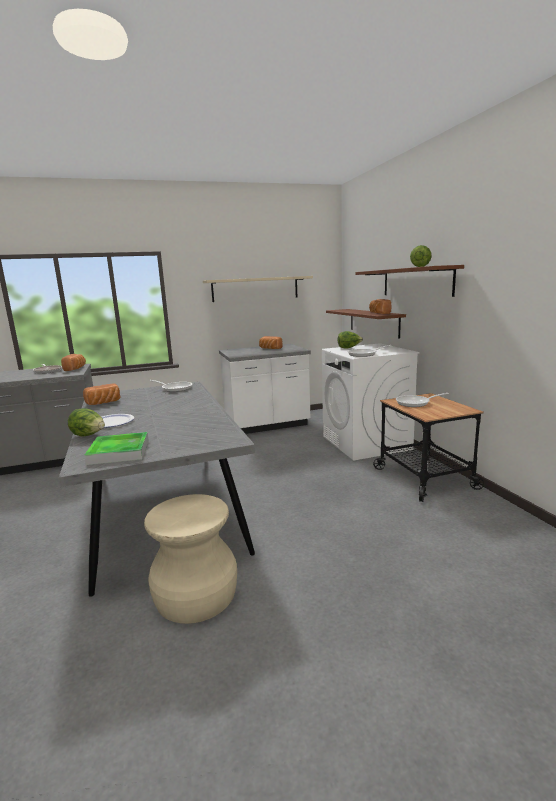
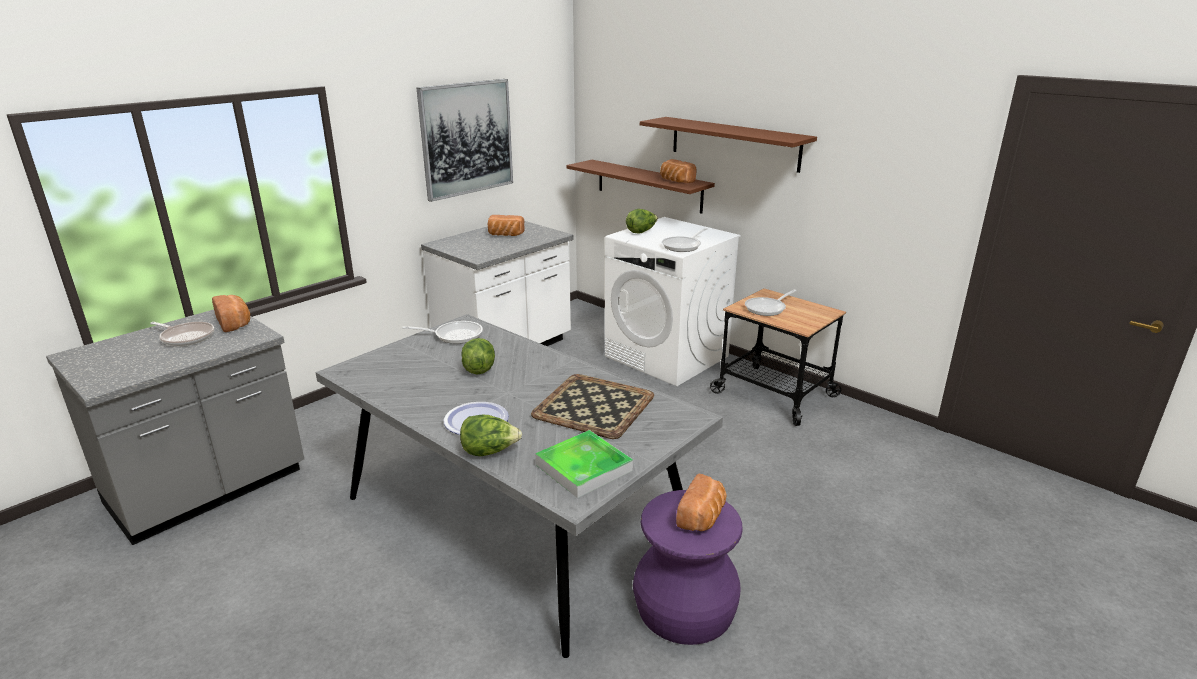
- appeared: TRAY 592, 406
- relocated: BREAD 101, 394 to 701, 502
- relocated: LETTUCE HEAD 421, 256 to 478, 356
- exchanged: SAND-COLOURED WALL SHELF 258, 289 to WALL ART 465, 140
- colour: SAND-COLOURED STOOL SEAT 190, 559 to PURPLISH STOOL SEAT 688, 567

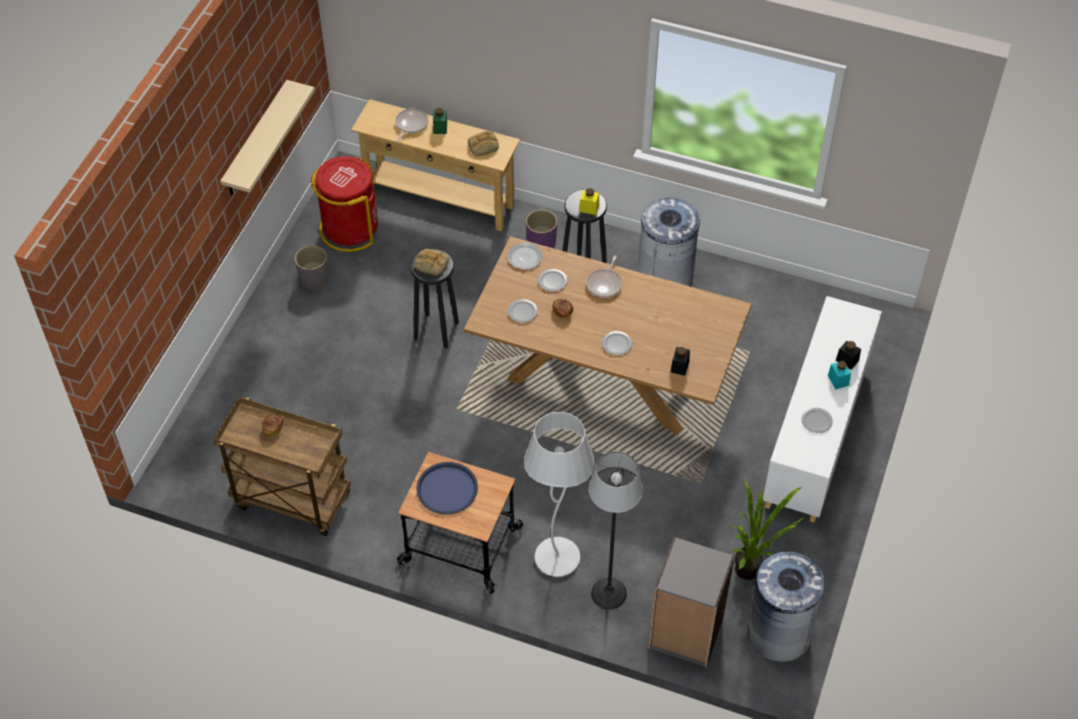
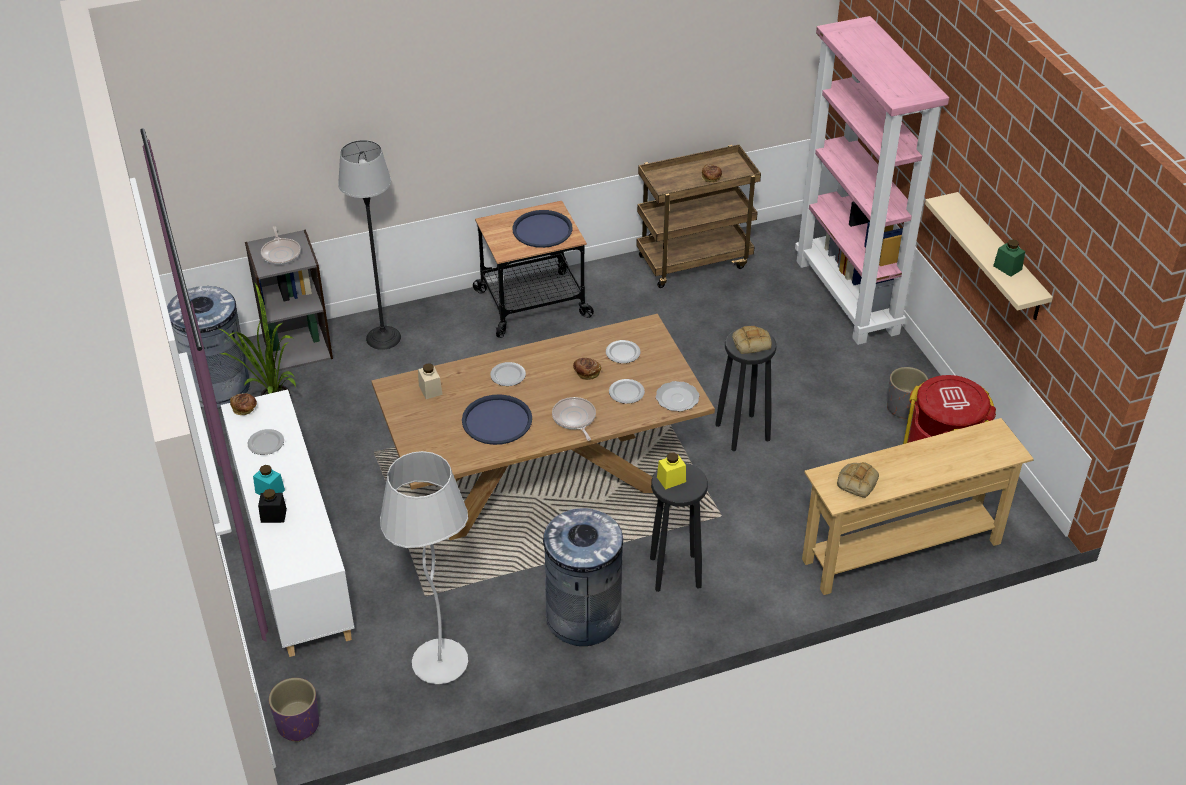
- appeared: BREAD 243, 404
- appeared: BLUE-COLOURED TRAY 497, 419
- appeared: PINK-COLOURED BOOKCASE 872, 180
- relocated: FRYING PAN 411, 125 to 281, 245
- relocated: GREEN-COLOURED STORAGE JAR 440, 121 to 1009, 258
- relocated: WHITISH STANDING LAMP 559, 494 to 424, 567
- relocated: PURPLISH PLANT POT 541, 228 to 294, 710
- colour: BLACKISH STORAGE JAR 680, 361 to SAND-COLOURED STORAGE JAR 430, 381

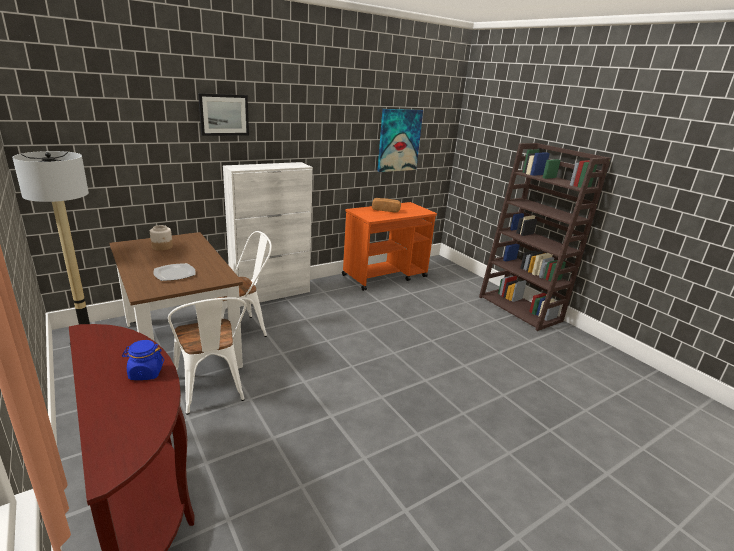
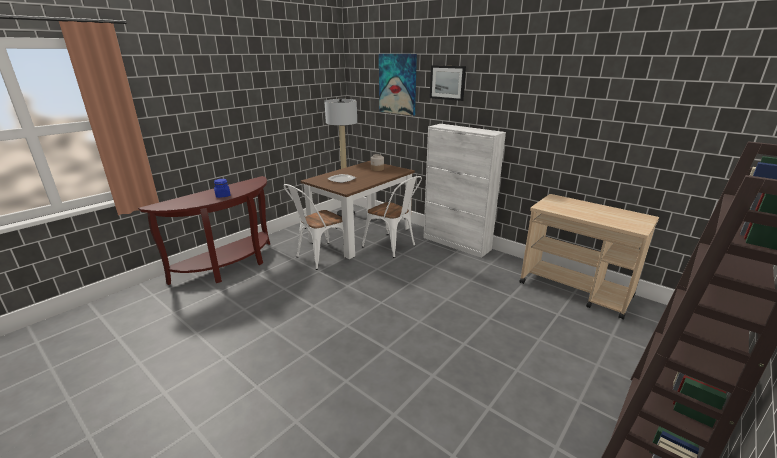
- missing: BREAD 386, 205
- relocated: WALL ART 400, 140 to 398, 85
- colour: ORANGE-COLOURED CART 389, 246 to SAND-COLOURED CART 589, 257

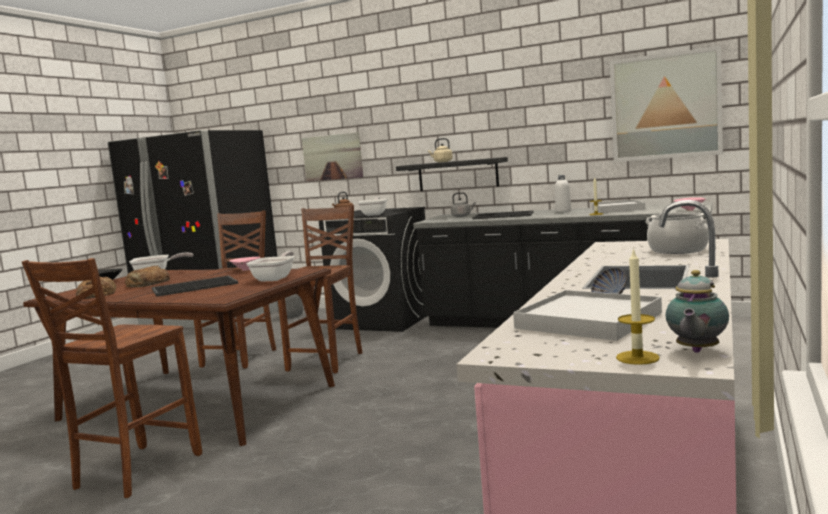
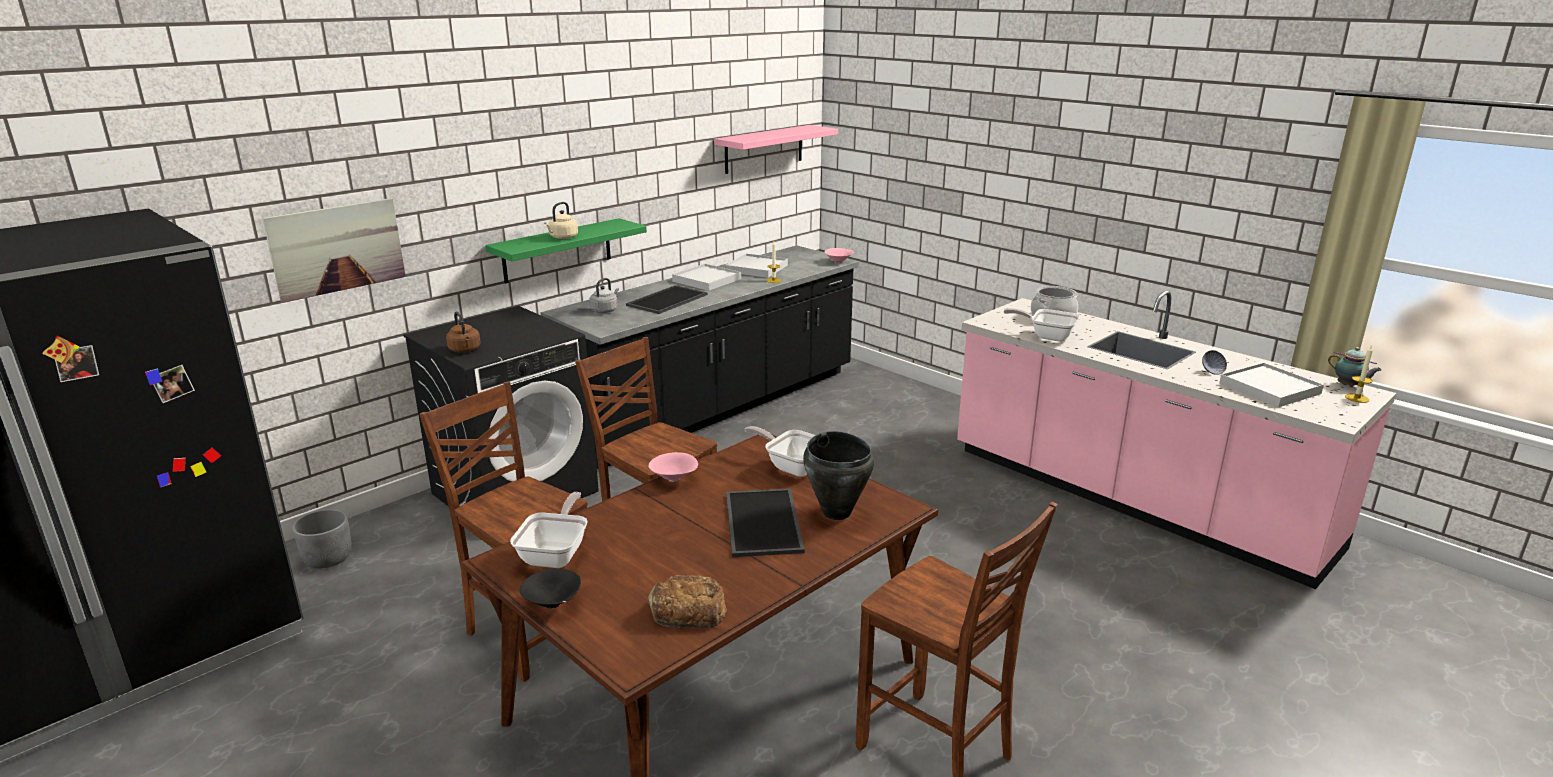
- missing: BREAD 147, 276
- appeared: BLACKISH COOKING POT 838, 475
- relocated: FRYING PAN 372, 206 to 1042, 324
- exchanged: WHITISH DRINK BOTTLE 563, 193 to WHITISH TRAY 706, 277
- exchanged: WALL ART 666, 104 to PINK-COLOURED WALL SHELF 776, 149
- colour: BLACKISH WALL SHELF 452, 174 to GREEN-COLOURED WALL SHELF 566, 250

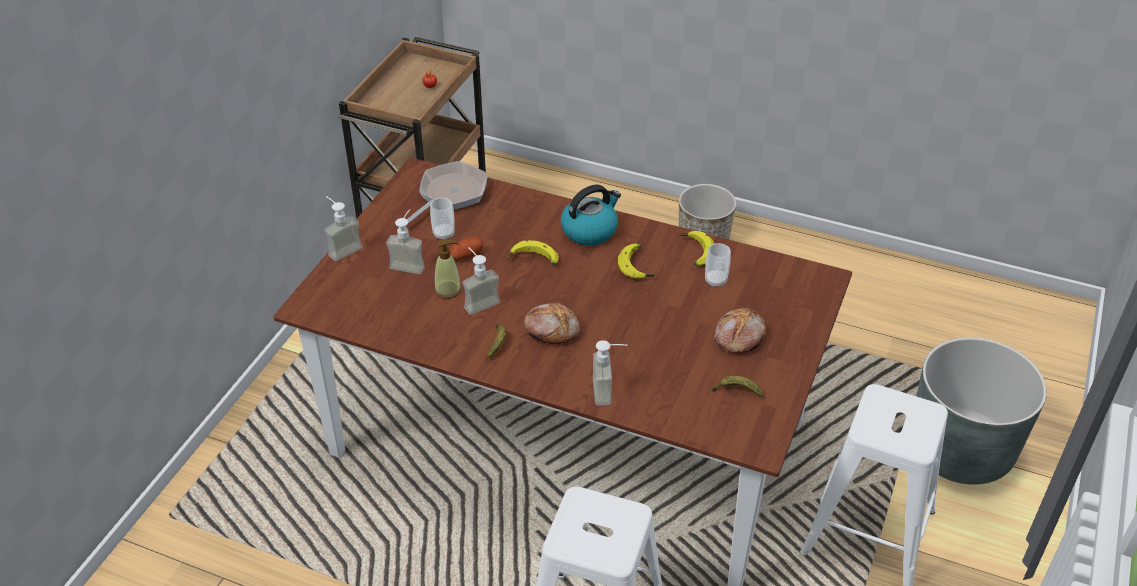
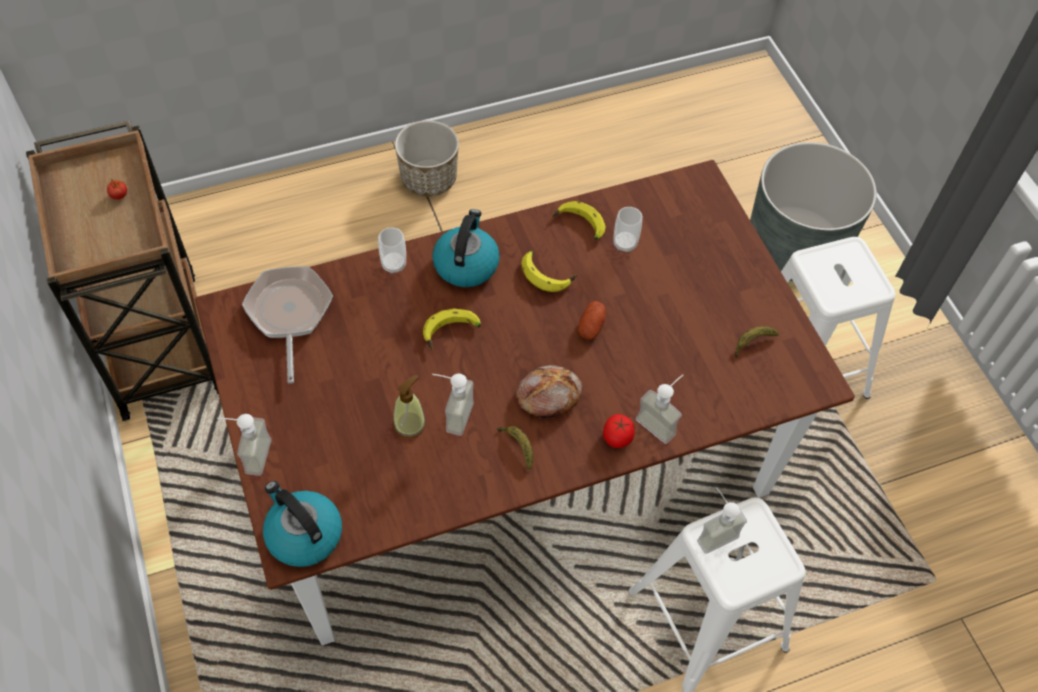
- missing: BREAD 740, 329
- appeared: TEA KETTLE 302, 524
- appeared: FRESH TOMATO 619, 431
- relocated: SOAP DISPENSER 405, 241 to 722, 520
- relocated: DRINKING CUP 442, 219 to 392, 250
- relocated: WHOLE POTATO 466, 248 to 592, 320

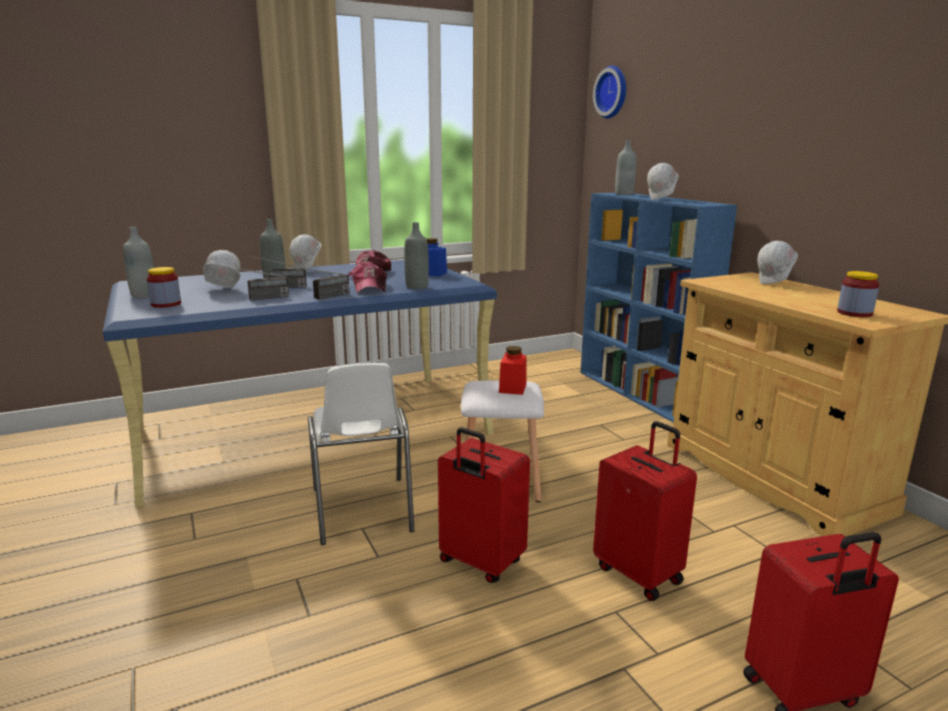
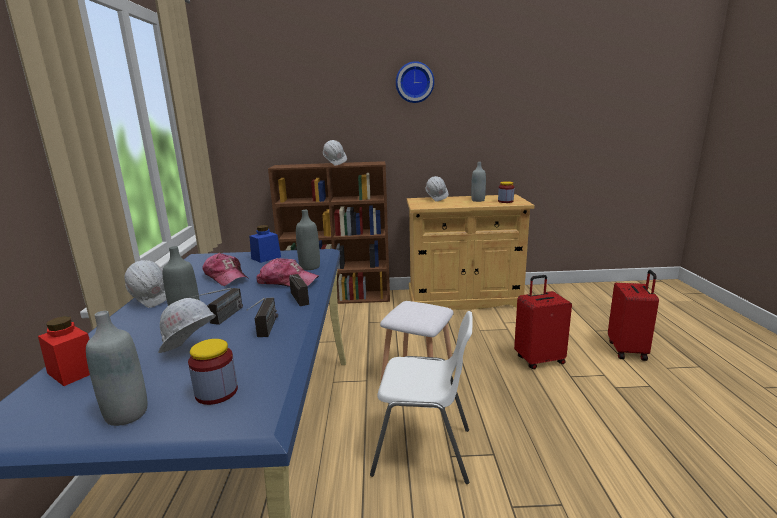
- missing: RED-COLOURED TRAVEL CASE 484, 505
- relocated: RED-COLOURED STORAGE JAR 513, 370 to 64, 351
- relocated: WALL CLOCK 609, 92 to 415, 82
- relocated: GREY DRINK BOTTLE 625, 167 to 478, 182
- colour: BLUE-COLOURED BOOKCASE 658, 307 to BROWN-COLOURED BOOKCASE 329, 232

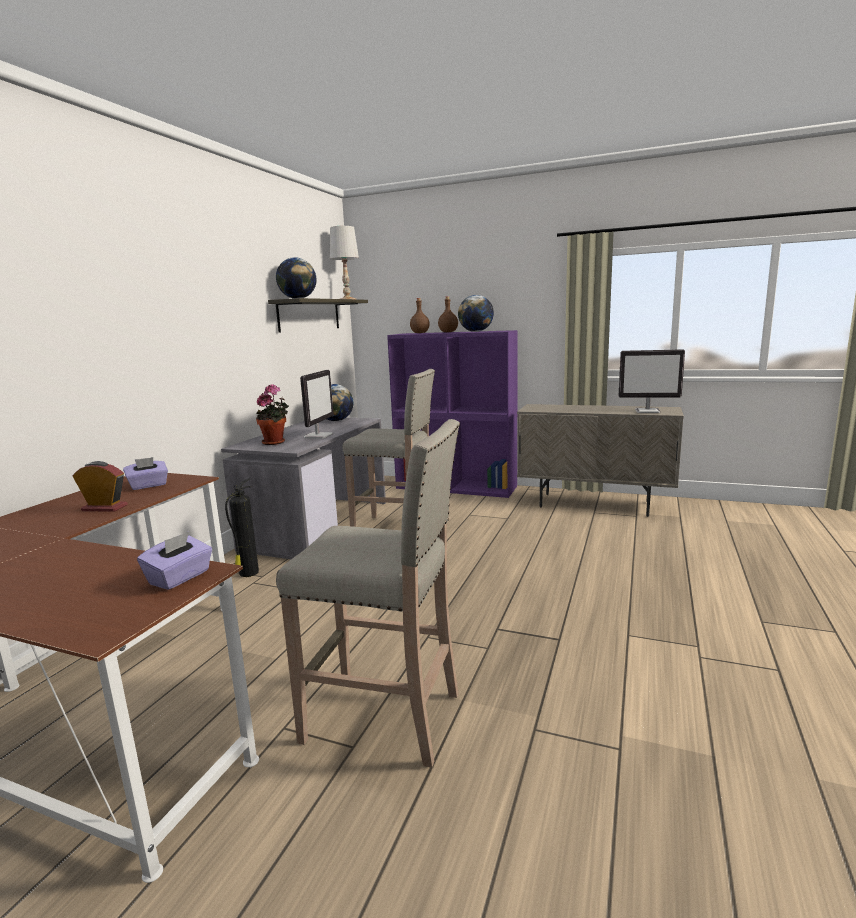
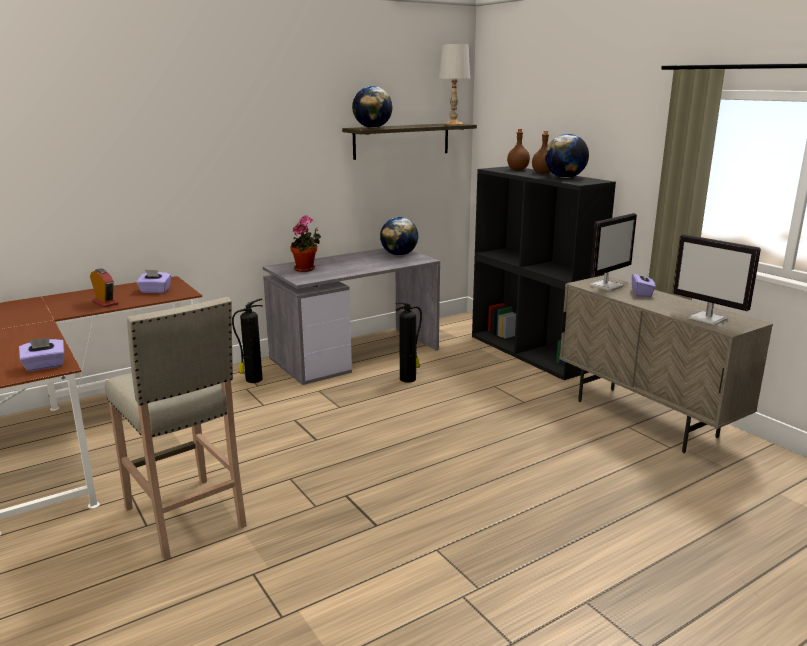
- appeared: PURPLISH TISSUE BOX 644, 283
- relocated: COMPUTER DISPLAY 317, 404 to 613, 252
- exchanged: SAND-COLOURED STOOL SEAT 389, 448 to EXTINGUISHER 408, 343
- colour: PURPLISH BOOKCASE 452, 414 to BLACKISH BOOKCASE 544, 273

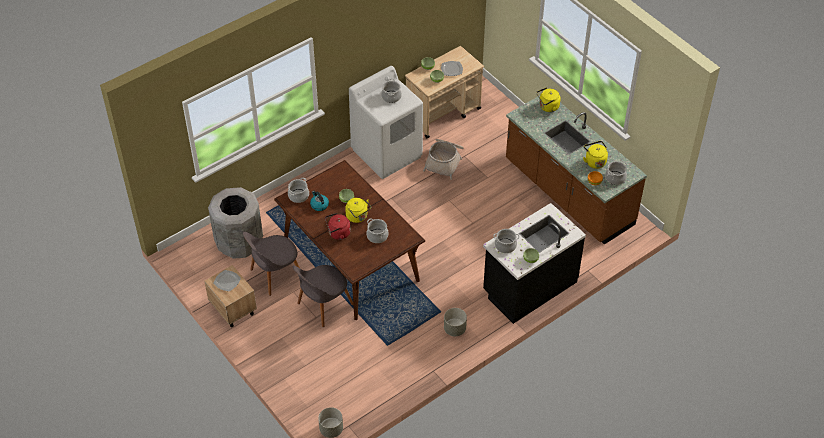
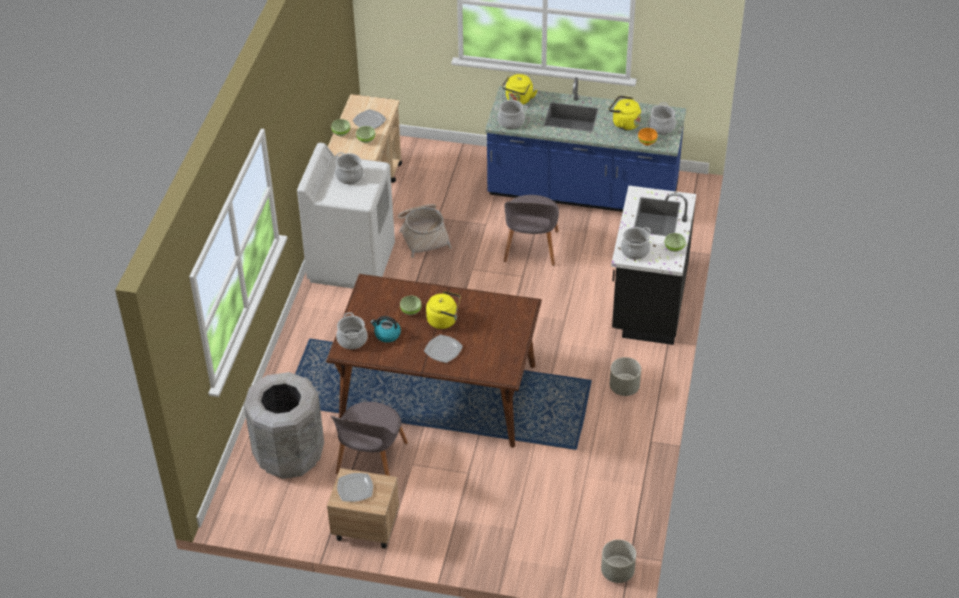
- relocated: GREY CHAIR 323, 296 to 531, 230
- relocated: COOKING POT 377, 231 to 511, 114
- exchanged: RED-COLOURED TEA KETTLE 338, 226 to PLATE 443, 349
- colour: BROWN-COLOURED KITCHEN COUNTER 576, 170 to BLUE-COLOURED KITCHEN COUNTER 585, 144

